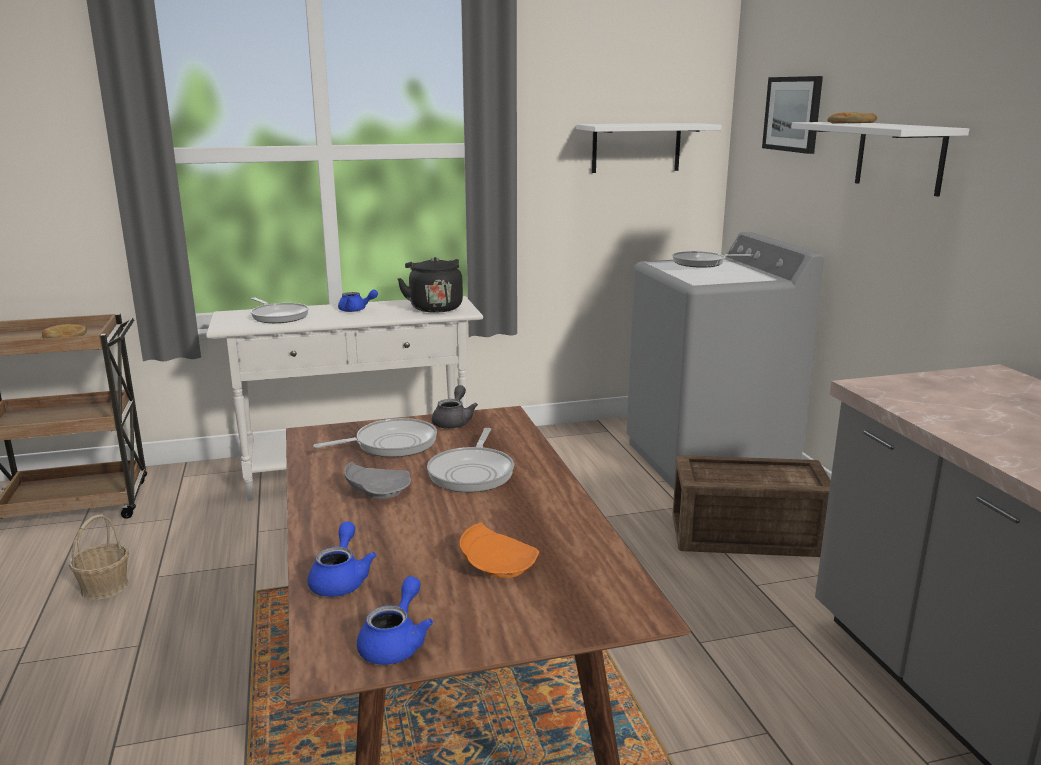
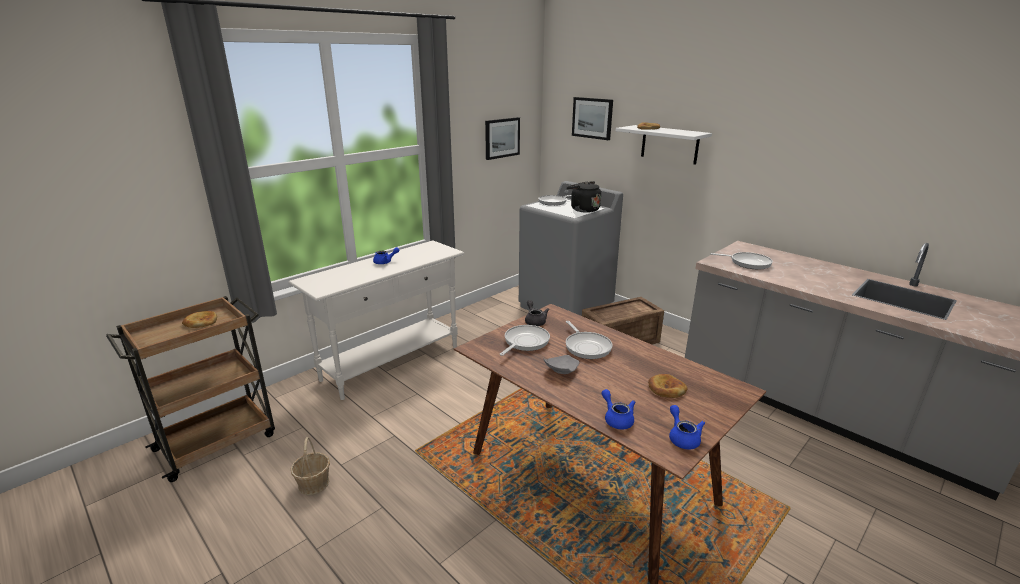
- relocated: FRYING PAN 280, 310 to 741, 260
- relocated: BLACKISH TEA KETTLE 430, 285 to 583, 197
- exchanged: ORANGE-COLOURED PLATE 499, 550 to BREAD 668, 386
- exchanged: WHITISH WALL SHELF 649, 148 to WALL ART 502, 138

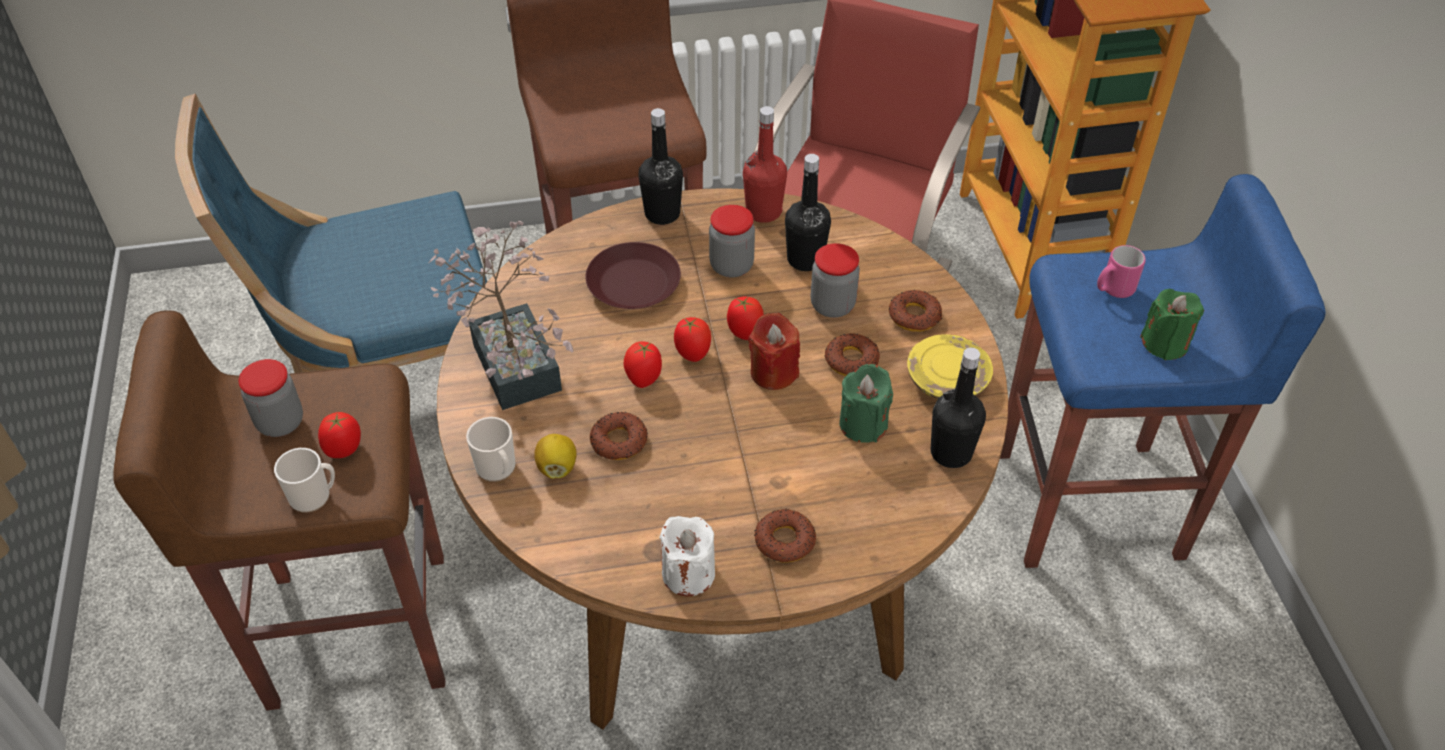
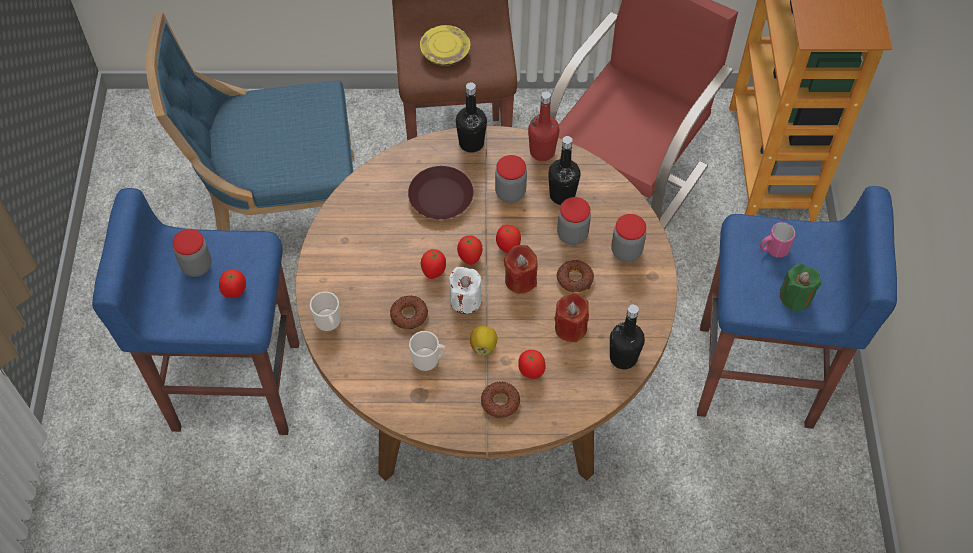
- missing: PLANT IN A POT 501, 315
- appeared: FRESH TOMATO 532, 364
- relocated: COFFEE MUG 304, 480 to 427, 351
- relocated: WHOLE LEMON 555, 456 to 483, 340
- relocated: WHITISH WAX CANDLE 687, 556 to 465, 290
- relocated: YELLOWISH PLATE 950, 366 to 445, 45
- exchanged: DOUGHNUT 915, 311 to STORAGE JAR 628, 238
- colour: BROWN-COLOURED STOOL SEAT 279, 510 to BLUE-COLOURED STOOL SEAT 195, 311
- colour: GREEN-COLOURED WAX CANDLE 866, 403 to RED-COLOURED WAX CANDLE 572, 318

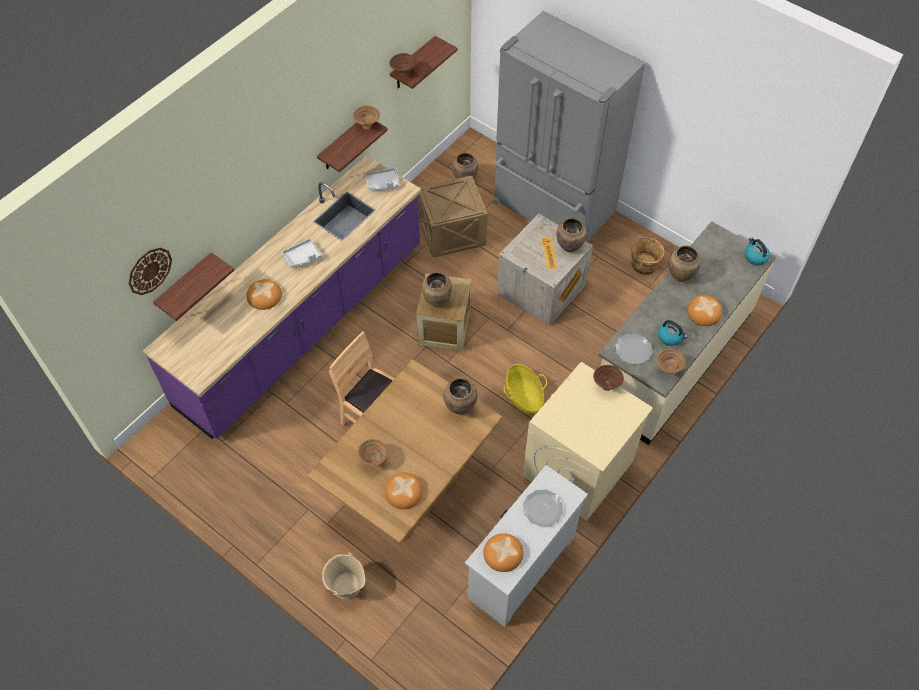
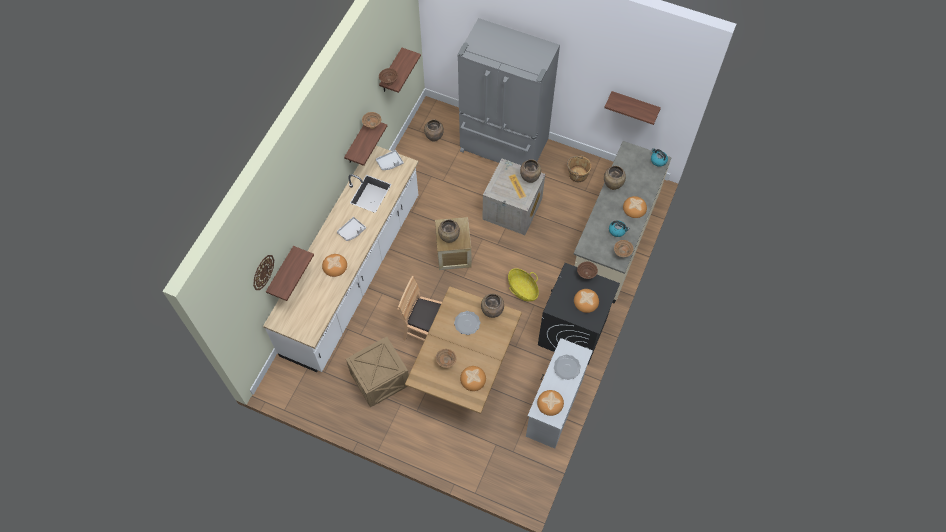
- missing: SAND-COLOURED PAIL 343, 576
- appeared: BREAD 586, 301
- appeared: WALL SHELF 632, 108
- relocated: PACKING CRATE 453, 216 to 377, 372
- relocated: PLATE 634, 348 to 467, 323
- colour: PURPLISH KITCHEN COUNTER 282, 297 to WHITISH KITCHEN COUNTER 341, 259
- colour: SAND-COLOURED LAUNDRY APPLIANCE 588, 441 to BLACKISH LAUNDRY APPLIANCE 579, 314

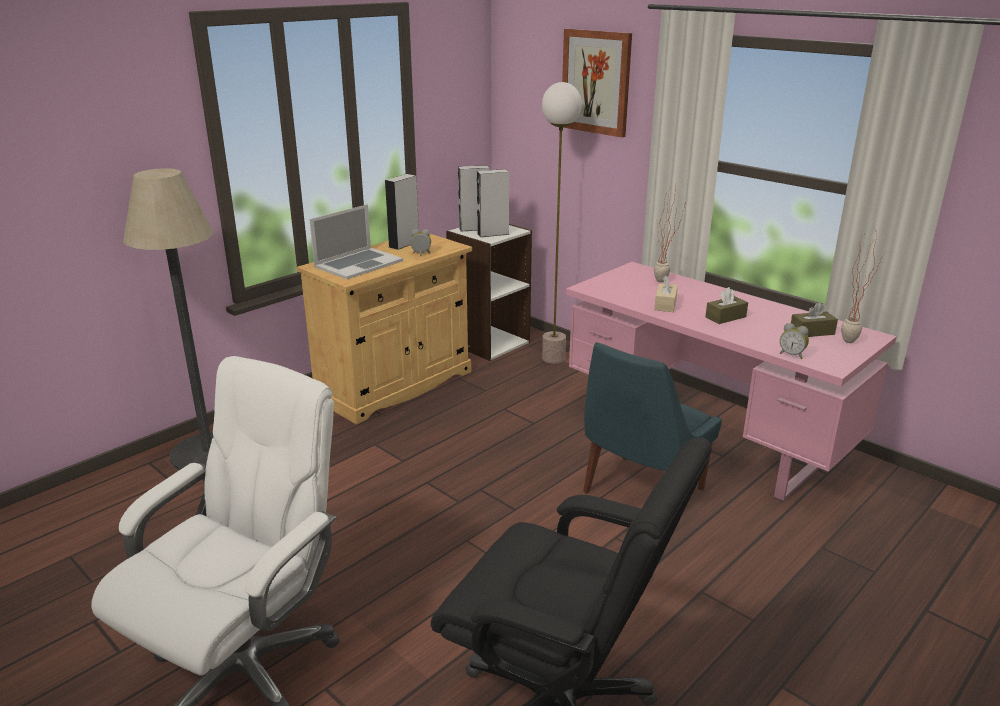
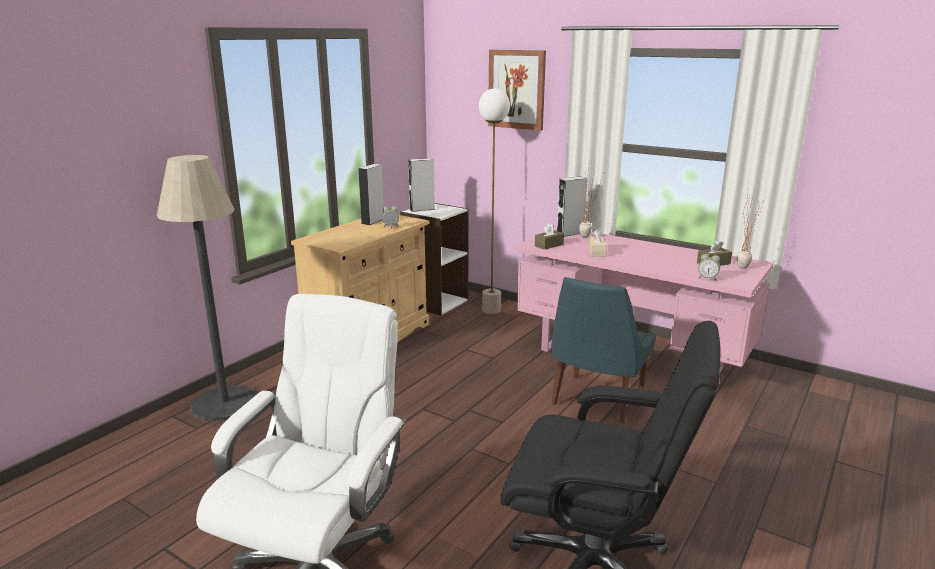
- missing: LAPTOP 356, 241
- relocated: GREY LOUDSPEAKER 493, 203 to 572, 206
- relocated: BROWN-COLOURED TISSUE BOX 726, 305 to 549, 236

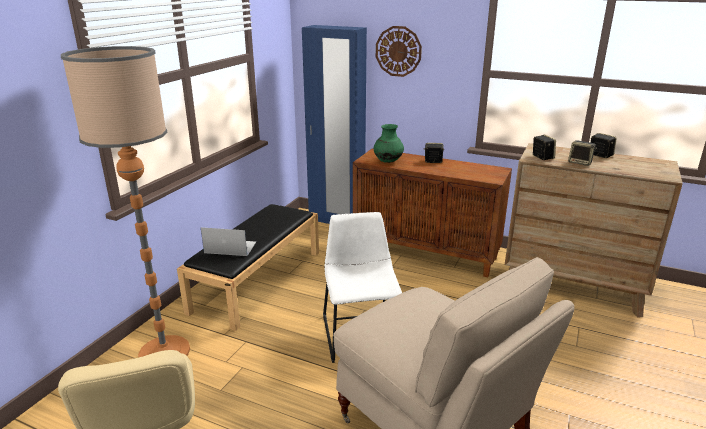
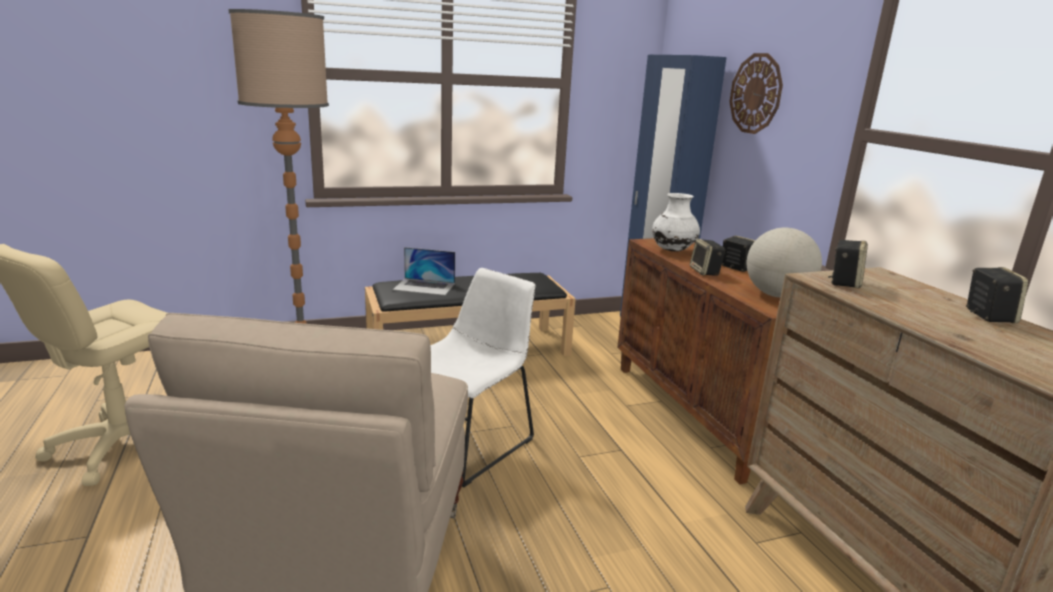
- appeared: DESK GLOBE 784, 263
- relocated: LOUDSPEAKER 582, 153 to 708, 257
- colour: GREEN-COLOURED FLOWER VASE 389, 143 to WHITISH FLOWER VASE 676, 222
- spun: LAPTOP 228, 241 = 424, 271 135 degrees clockwise

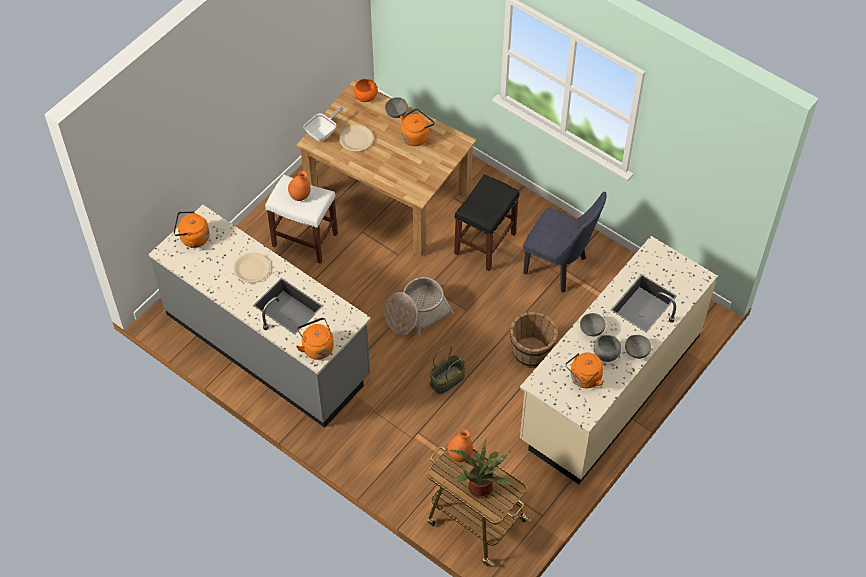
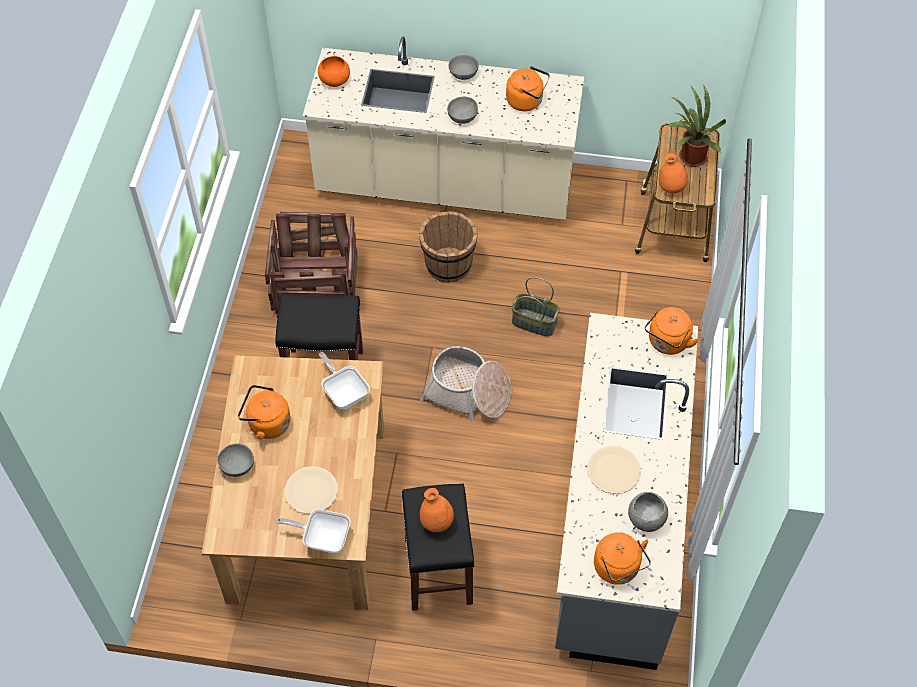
- appeared: FRYING PAN 344, 380
- relocated: ORANGE-COLOURED DEEP DISH 365, 90 to 334, 71
- relocated: GREY DEEP DISH 607, 348 to 648, 512
- exchanged: BLUE-COLOURED CHAIR 565, 242 to PACKING CRATE 311, 265
- colour: WHITISH STOOL SEAT 301, 219 to BLACKISH STOOL SEAT 438, 547

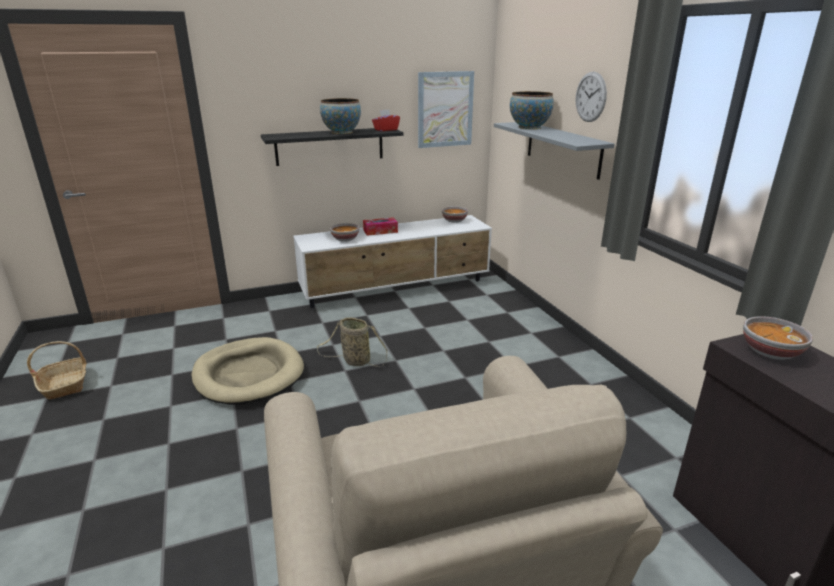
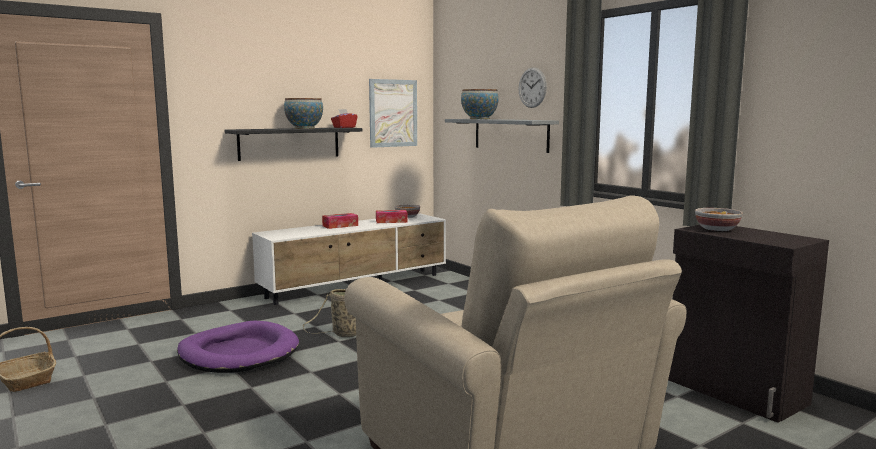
- missing: DEEP DISH 344, 232
- appeared: TISSUE BOX 391, 216
- colour: SAND-COLOURED DOG BED 247, 371 to PURPLISH DOG BED 238, 347

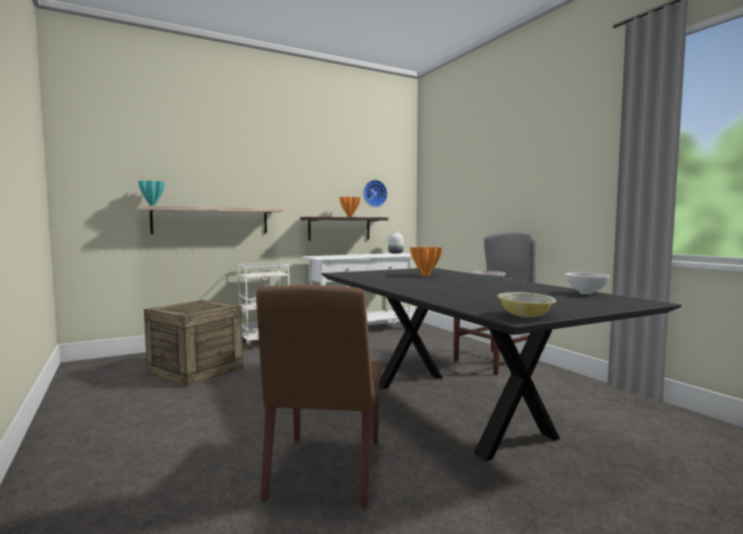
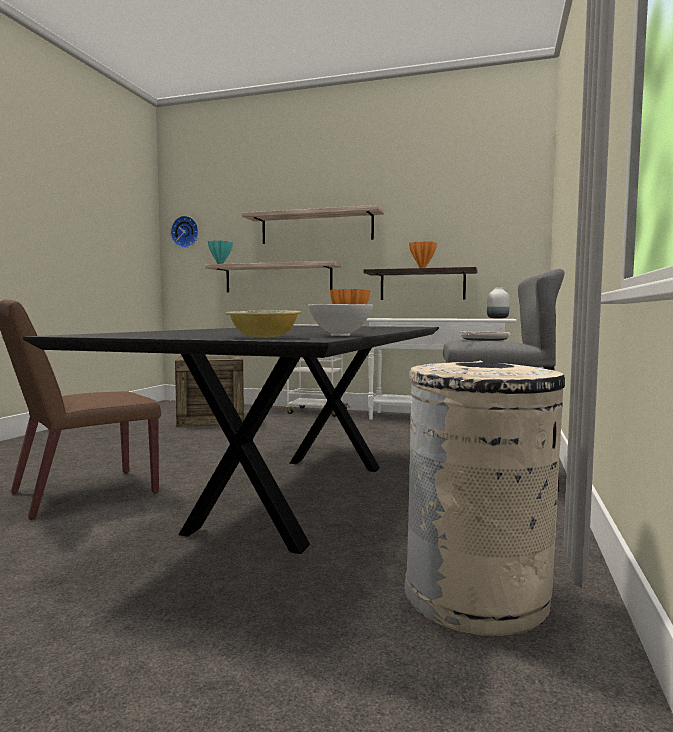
- appeared: WALL SHELF 313, 224
- appeared: SAND-COLOURED WASTE BIN 484, 498
- relocated: WALL CLOCK 375, 193 to 184, 232
- relocated: DEEP DISH 526, 304 to 264, 324

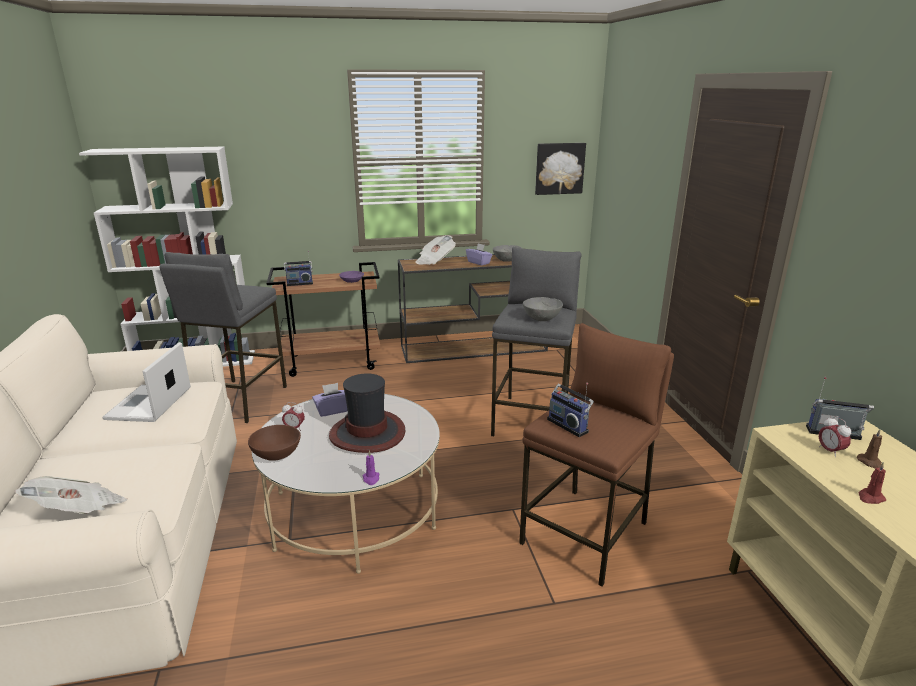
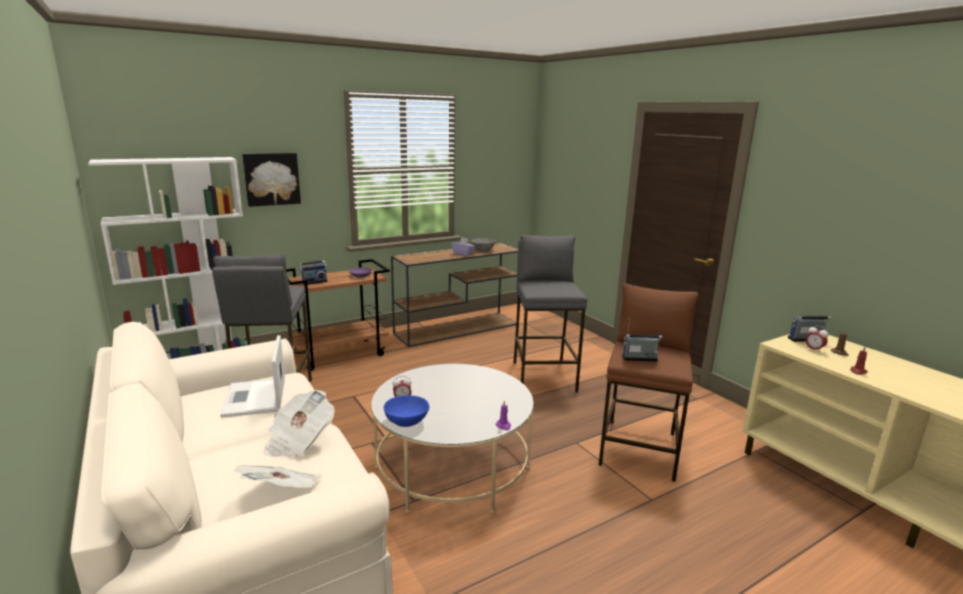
- missing: PURPLISH TISSUE BOX 330, 400
- missing: WEARABLE HAT 367, 413
- missing: GREY DEEP DISH 543, 309
- relocated: NEWSPAPER 435, 250 to 299, 423
- relocated: WALL ART 560, 169 to 271, 180
- colour: BROWN-COLOURED DEEP DISH 274, 443 to BLUE-COLOURED DEEP DISH 406, 411
- spun: RADIO SET 570, 410 = 642, 339 150 degrees clockwise

